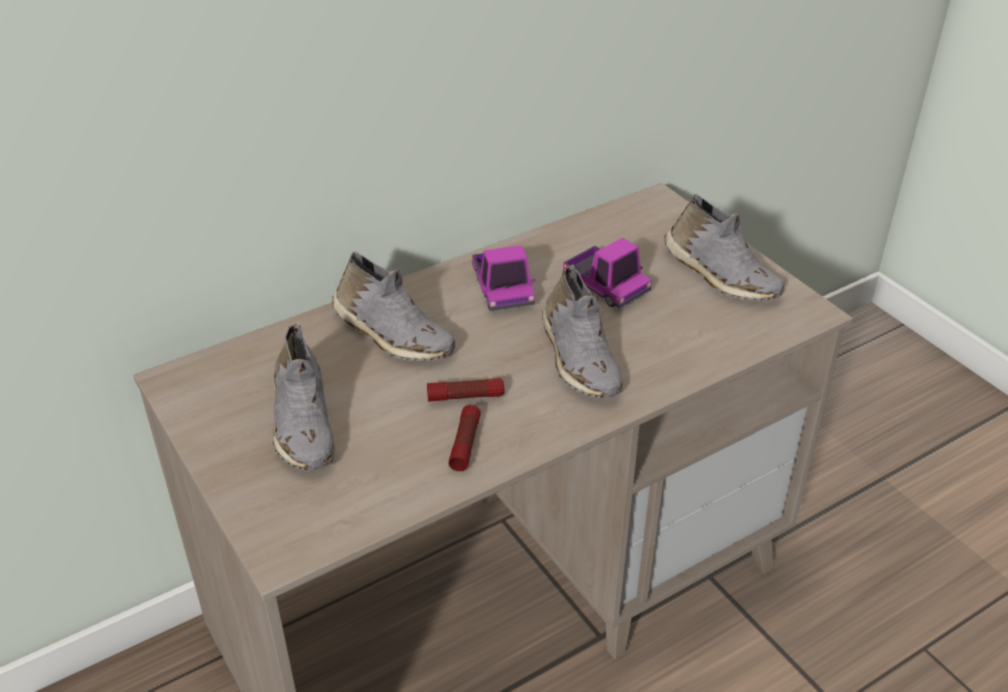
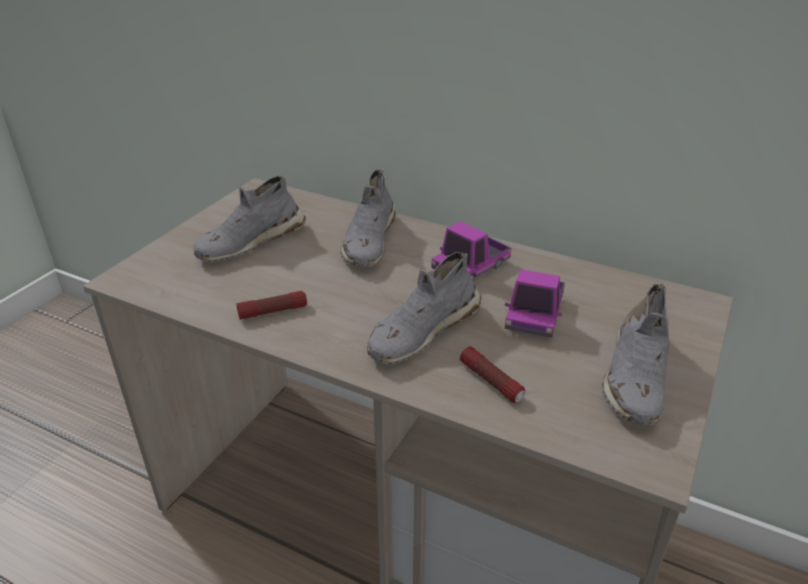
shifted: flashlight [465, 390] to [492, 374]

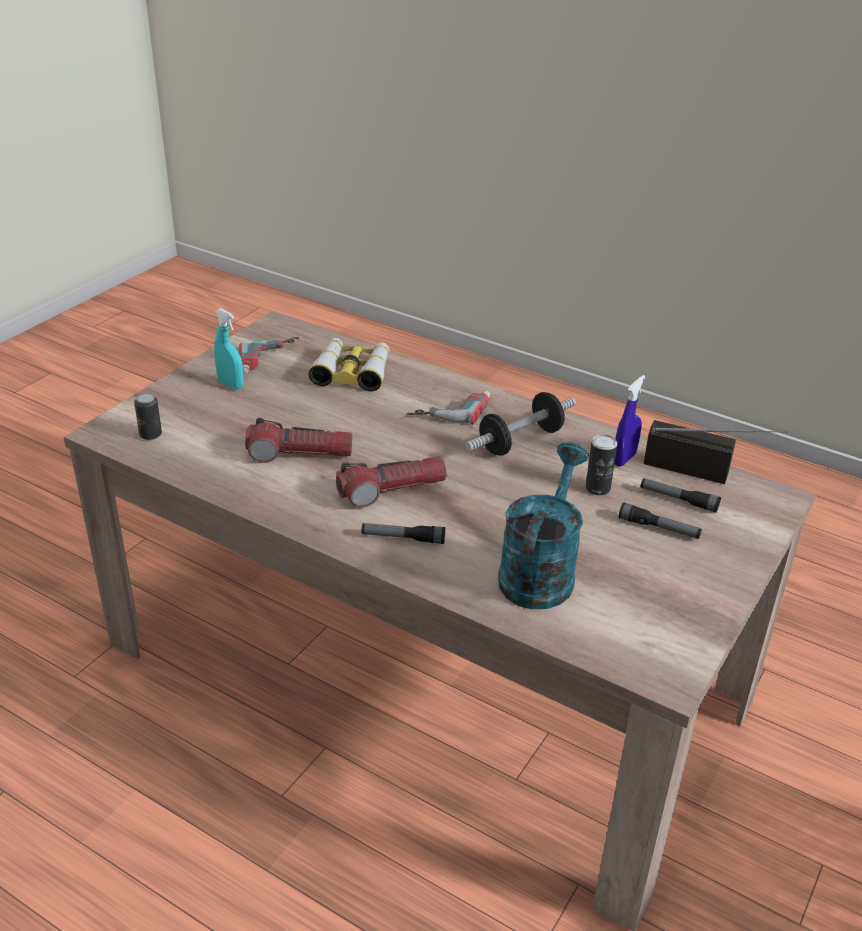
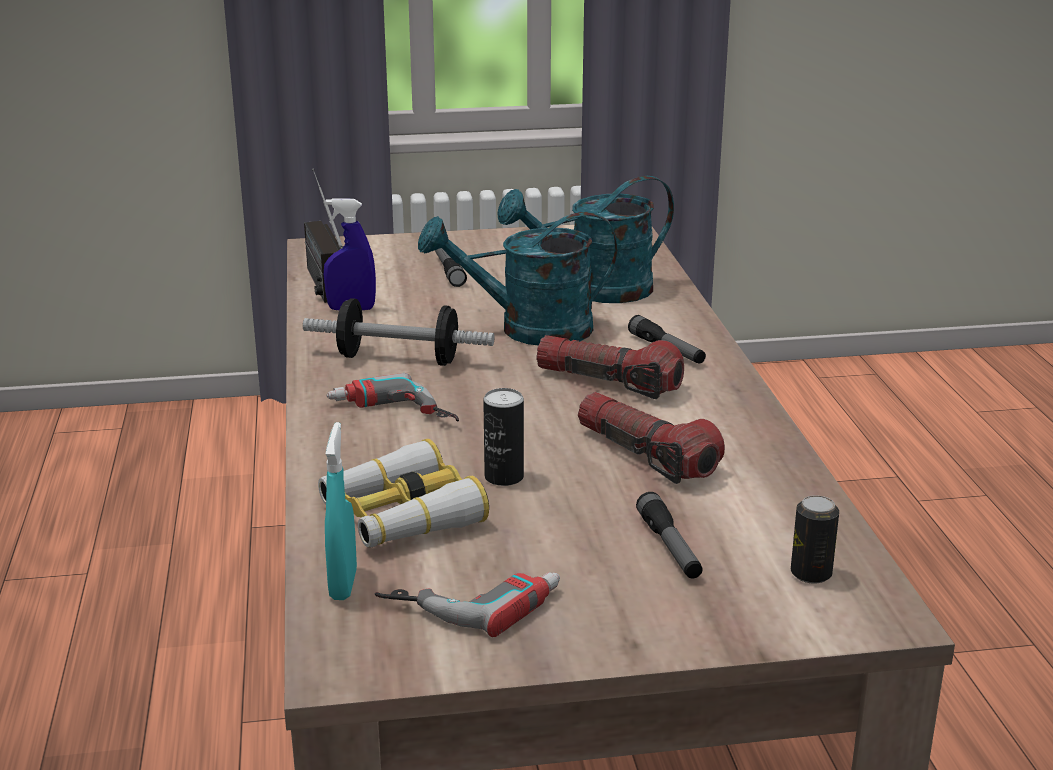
new: turquoise watering can [518, 278]
shifted: turquoise spray bottle [229, 349] to [341, 511]; can [601, 464] to [503, 437]; flashlight [680, 495] to [669, 535]

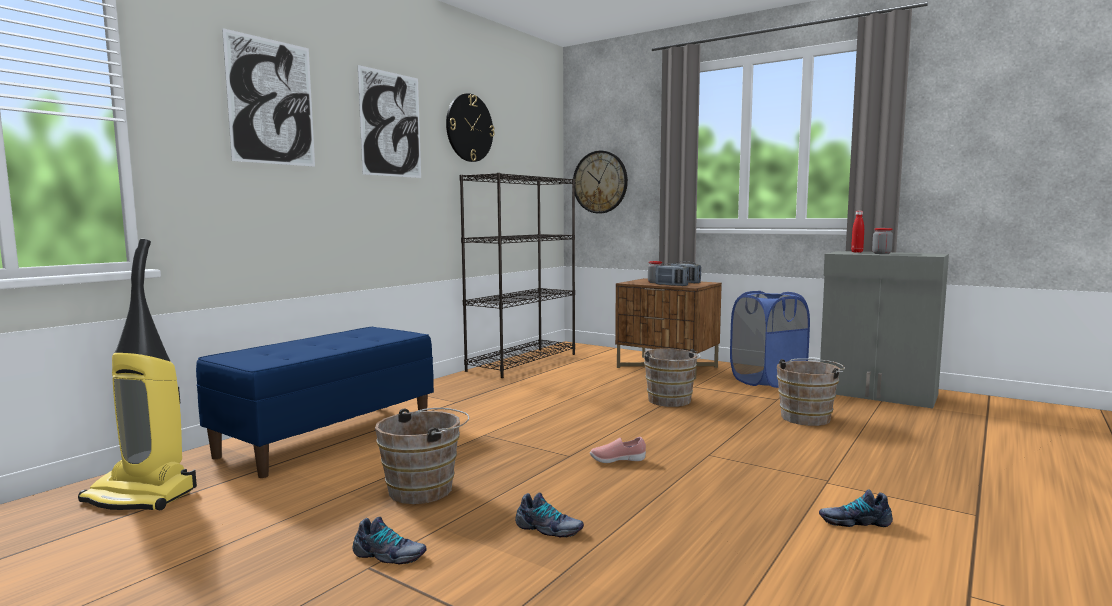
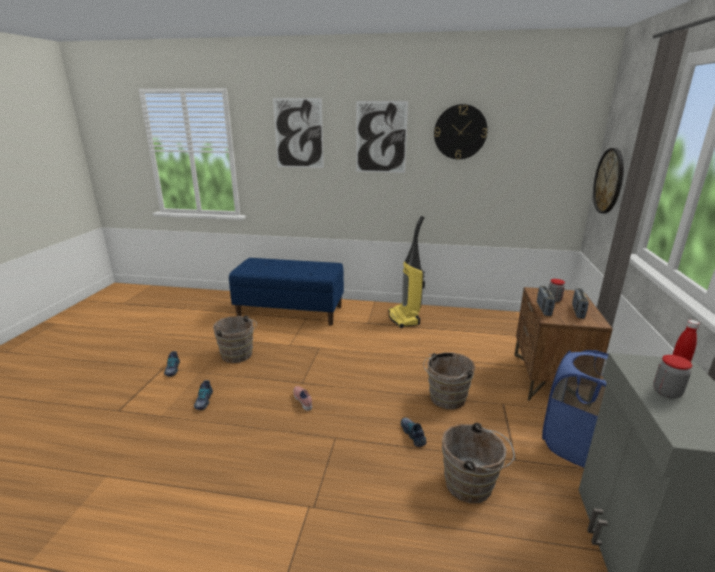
gone: black bookcase [517, 275]
shifted: vacuum cleaner [137, 374] to [406, 272]; shoe [856, 508] to [413, 432]

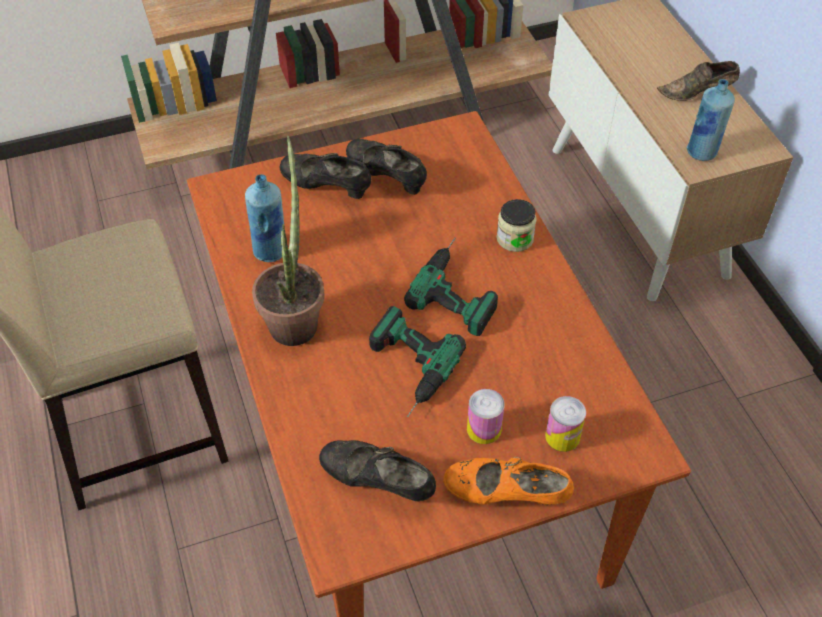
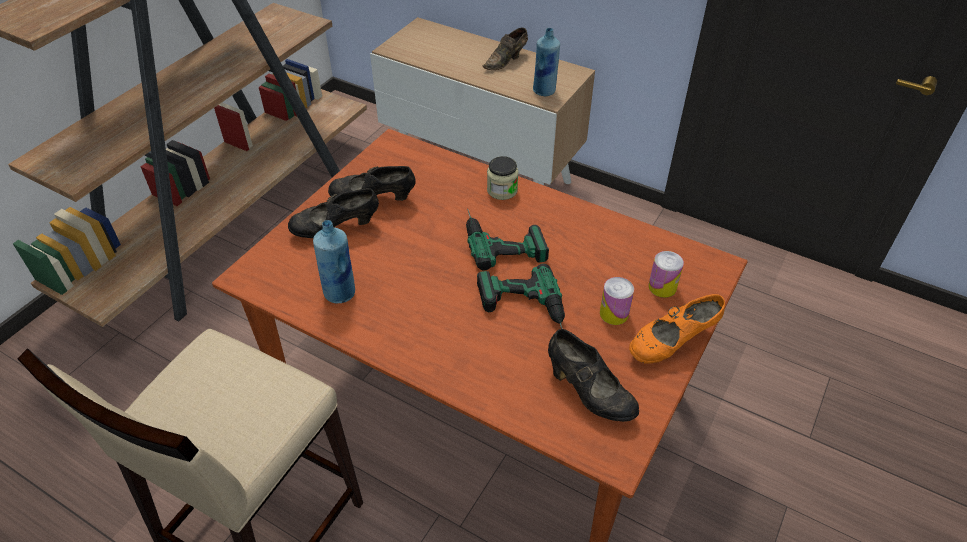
gone: potted plant [288, 241]
rotated: black shoe [377, 470] = [593, 375] 120 degrees counterclockwise

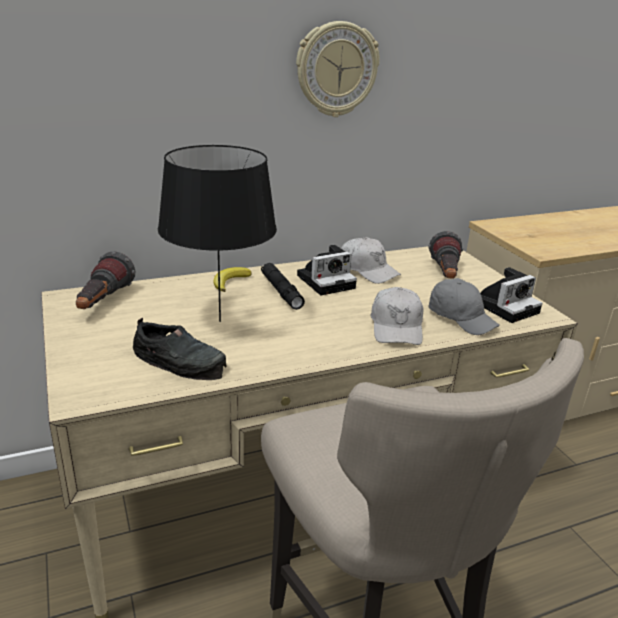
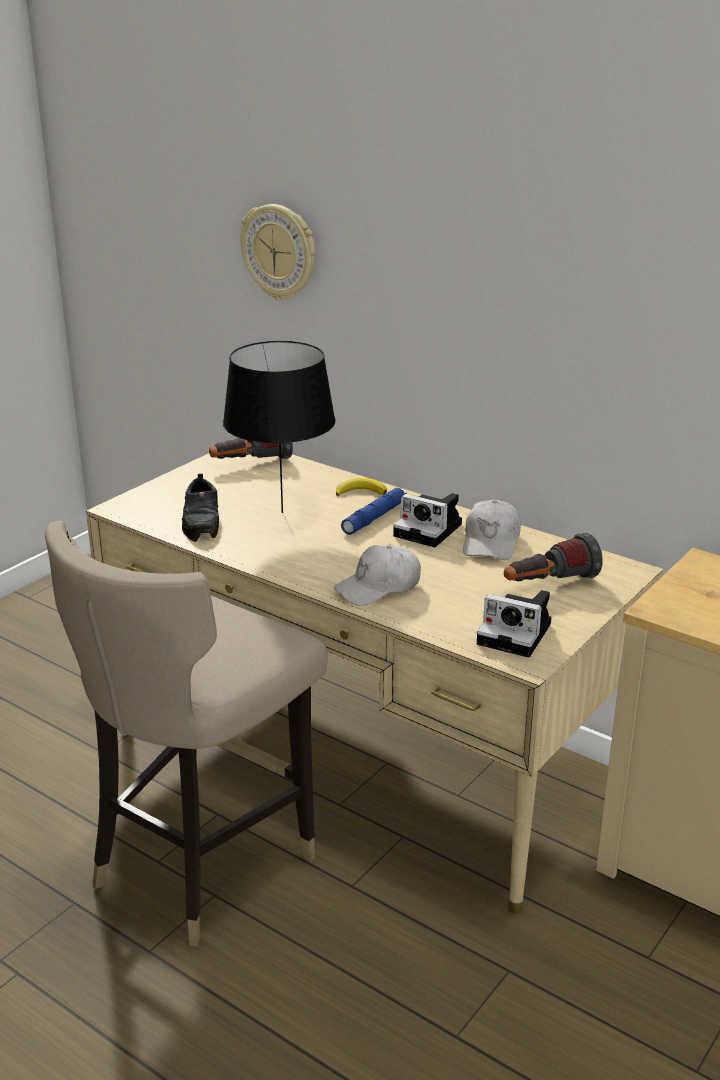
gone: grey cap [464, 306]
shifted: wall clock [338, 69] to [277, 252]
repainted: black flashlight [283, 286] to blue flashlight [374, 511]

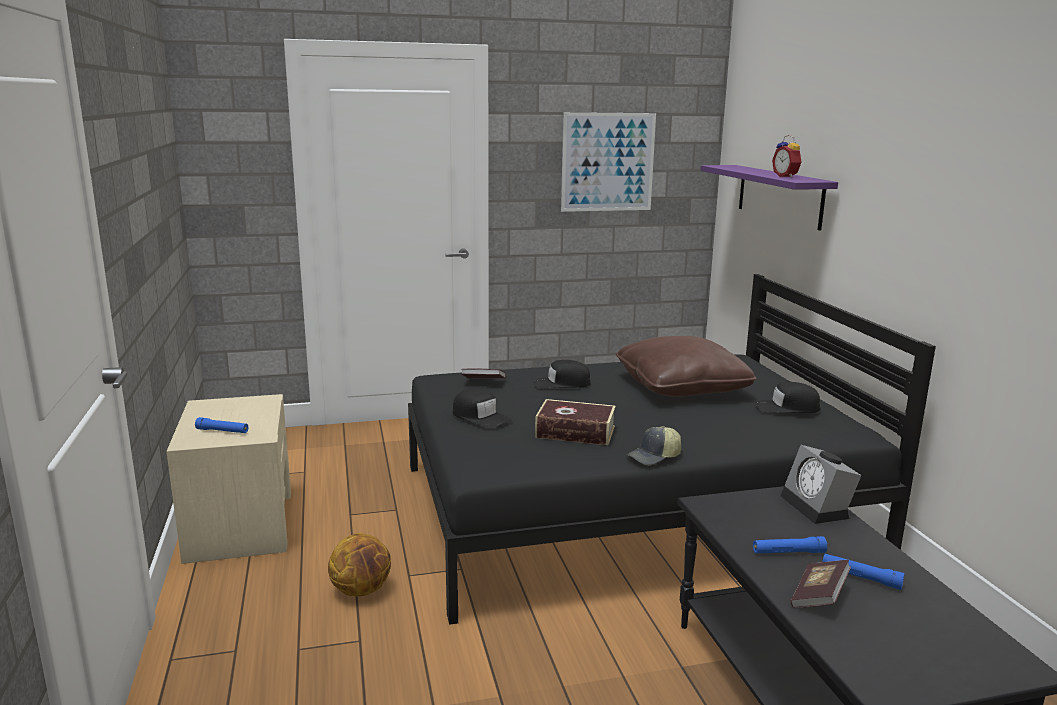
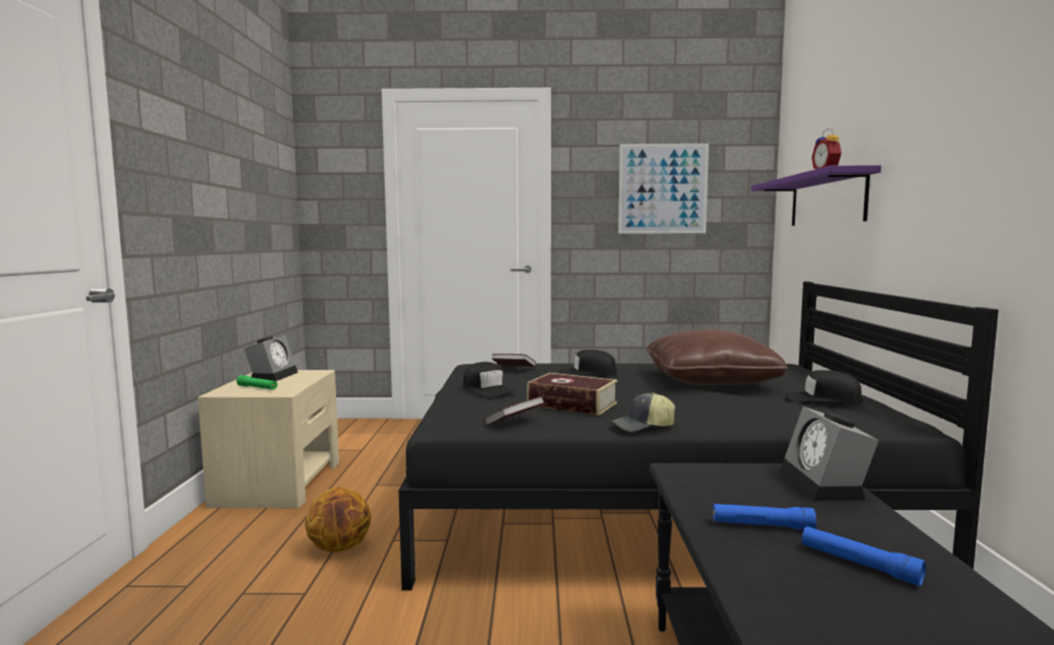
new: alarm clock [271, 358]
shifted: book [820, 584] to [514, 410]
repainted: blue flashlight [222, 425] to green flashlight [257, 382]

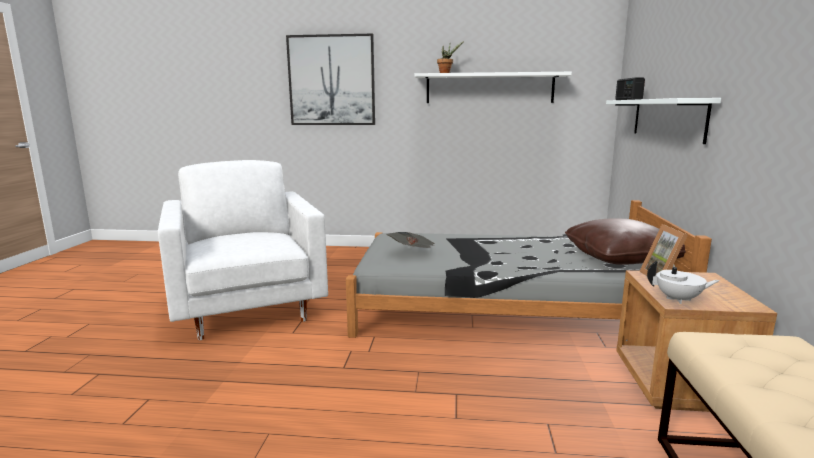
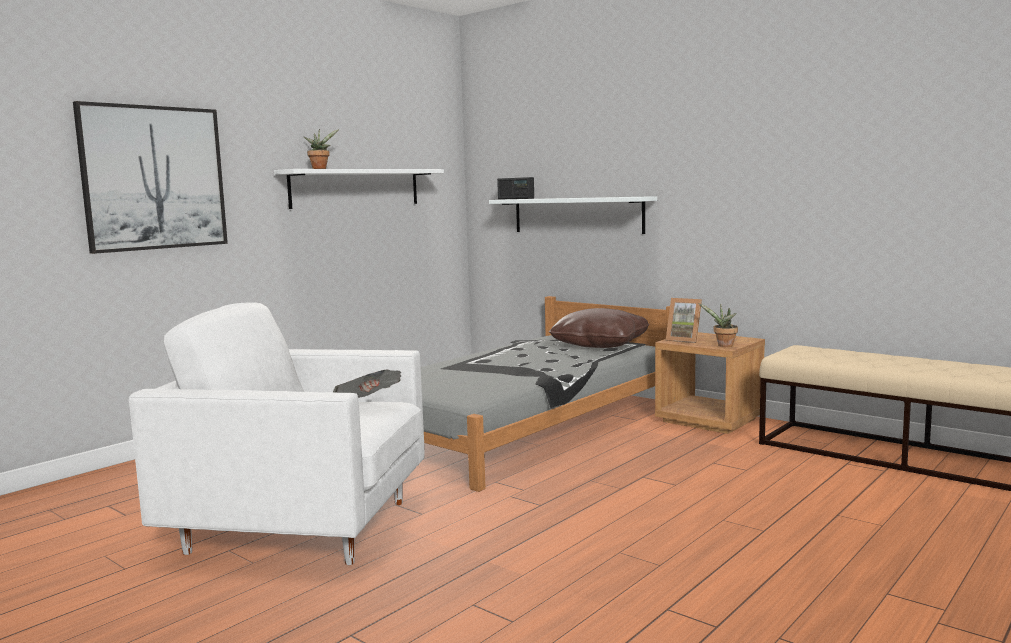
shifted: newspaper [410, 240] to [367, 384]
swapped: white teapot [683, 282] to potted plant [718, 325]

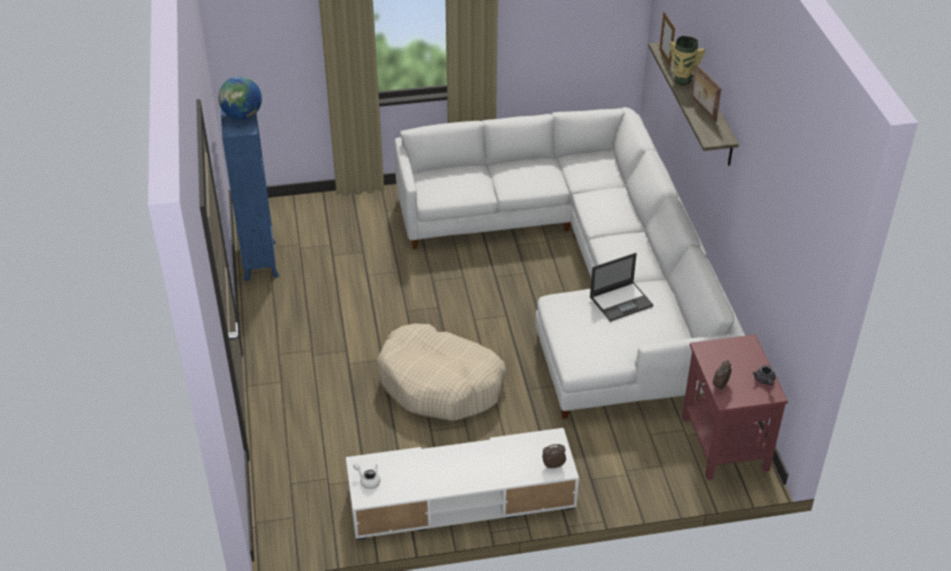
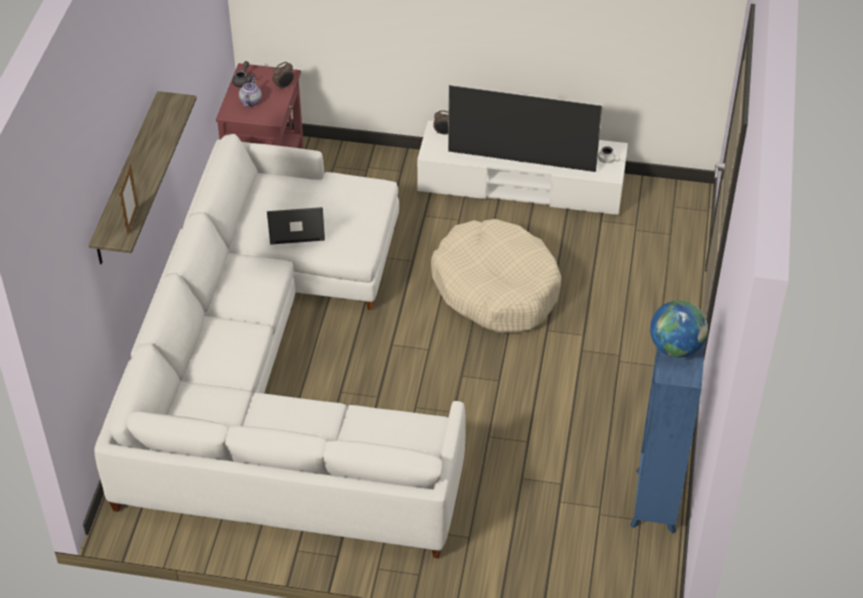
gone: vase [687, 60]; picture frame [706, 92]
new: teapot [250, 92]; television [525, 128]

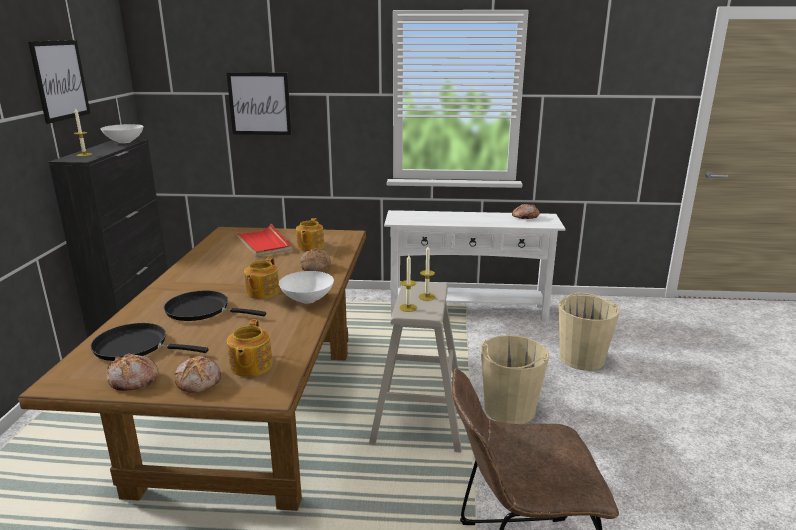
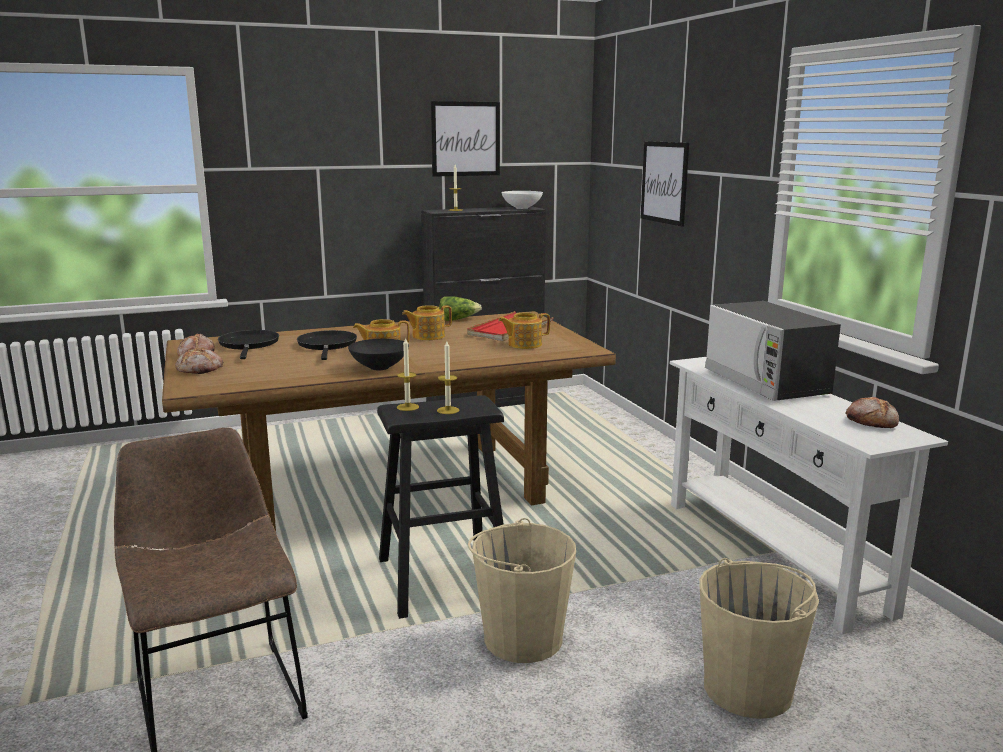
gone: bread [315, 260]
new: lettuce [460, 308]; microwave [773, 351]
shifted: teapot [250, 348] to [427, 322]
repainted: white bowl [306, 287] to black bowl [378, 354]; beige stool [415, 367] to black stool [440, 507]

